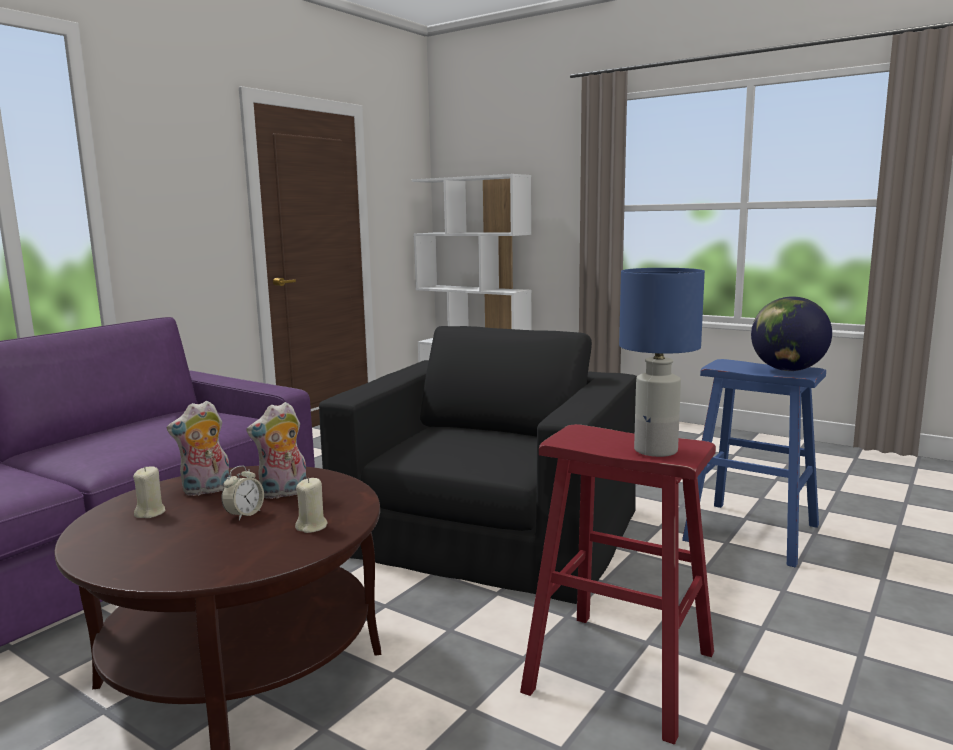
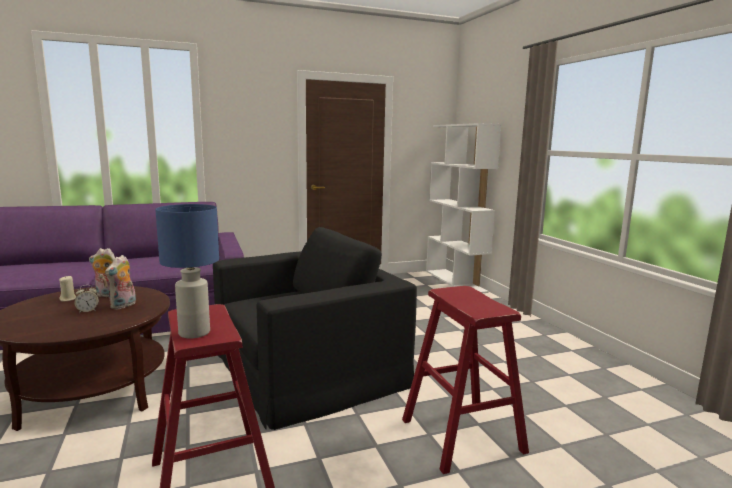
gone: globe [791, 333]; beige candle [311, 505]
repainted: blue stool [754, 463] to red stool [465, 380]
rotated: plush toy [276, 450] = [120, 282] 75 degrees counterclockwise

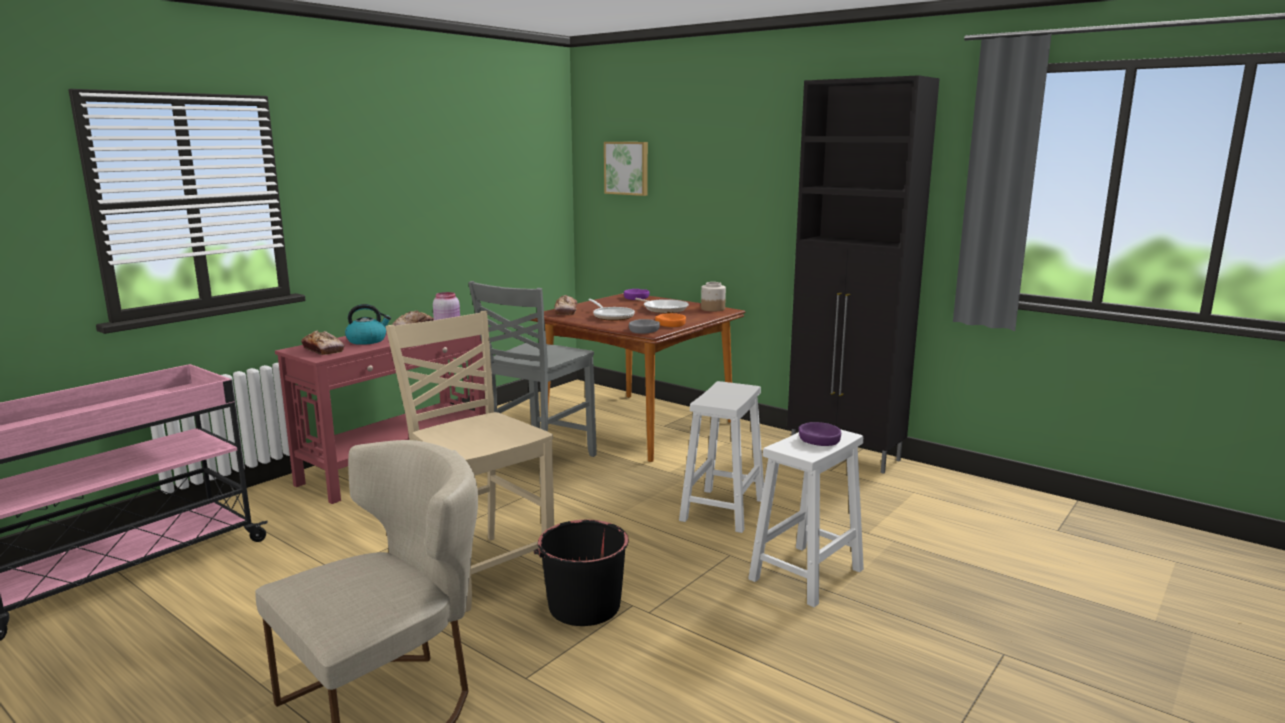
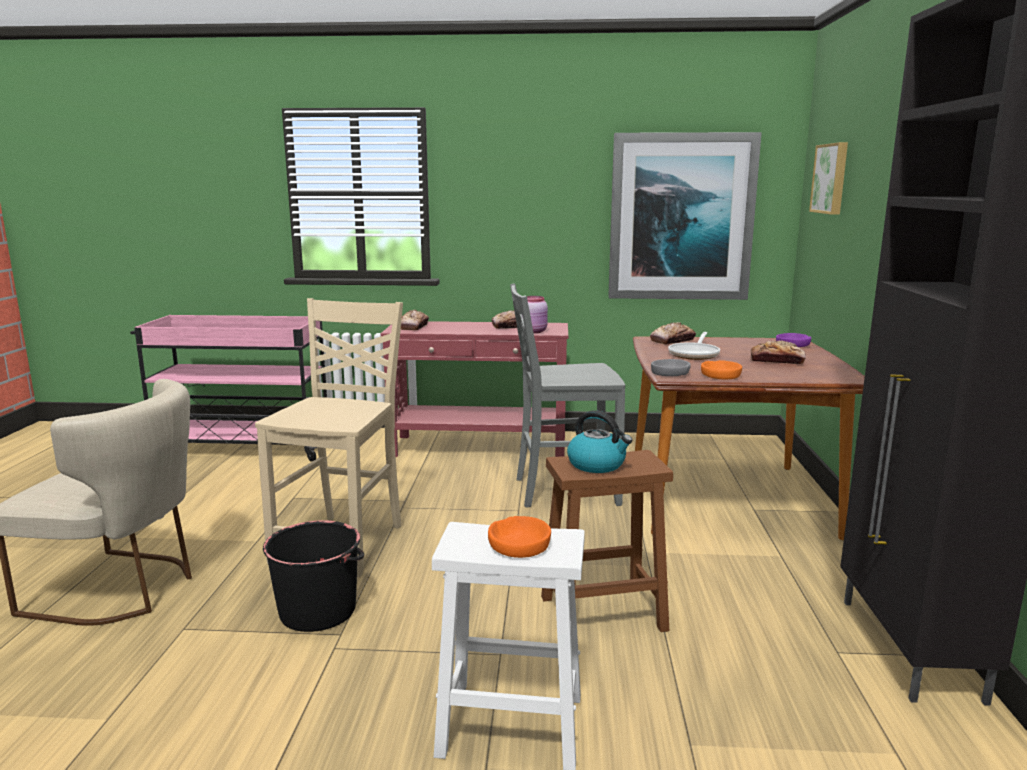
gone: jar [713, 296]
new: picture [685, 216]
shifted: kettle [368, 324] to [599, 441]
swapped: frying pan [662, 305] to bread [778, 352]
repainted: white stool [721, 457] to brown stool [607, 541]; purple bowl [820, 434] to orange bowl [519, 537]

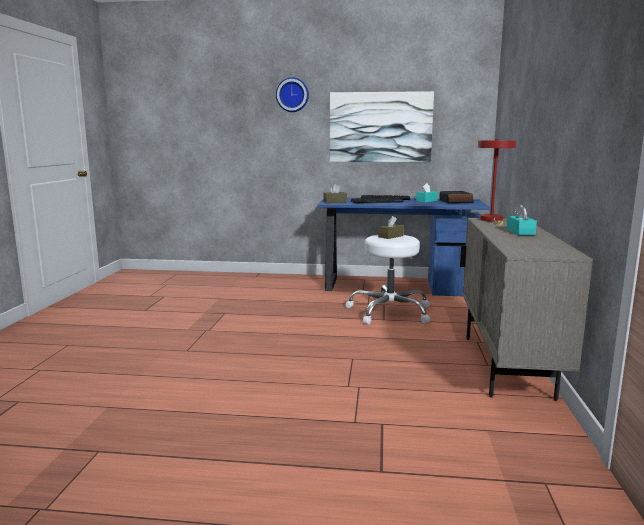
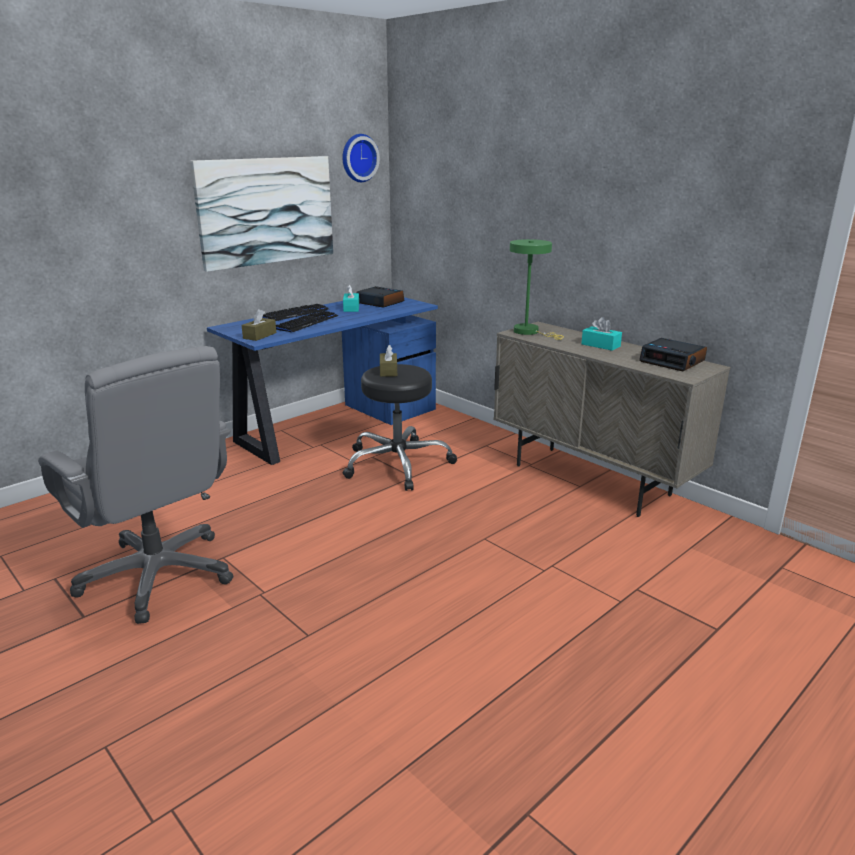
new: alarm clock [673, 354]; grey office chair [135, 485]
shifted: wall clock [292, 94] to [361, 158]
repainted: red table lamp [497, 182] to green table lamp [537, 289]; white stool [387, 280] to black stool [400, 427]

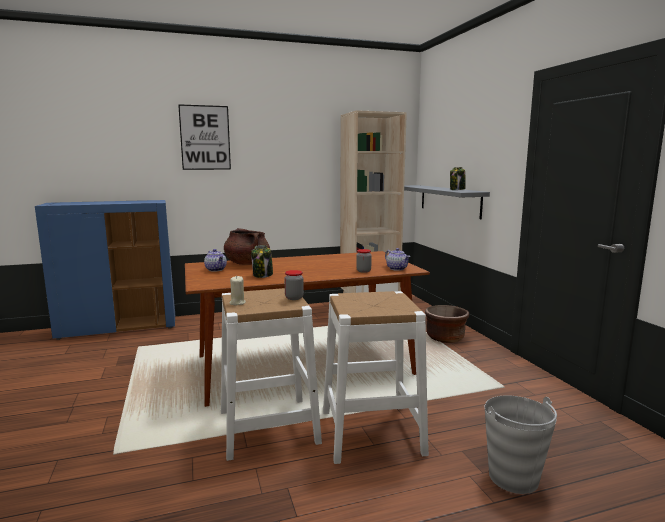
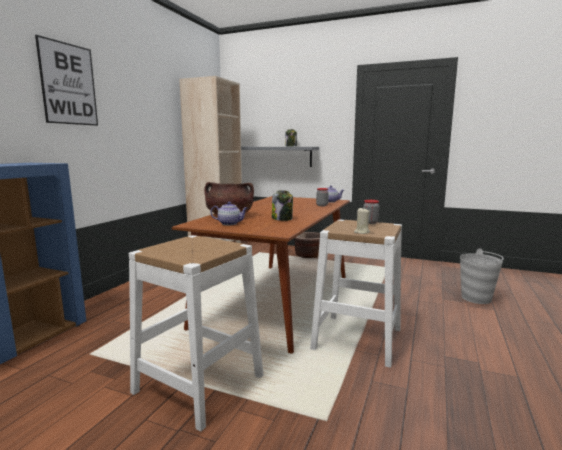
shifted: white stool [376, 377] to [196, 333]

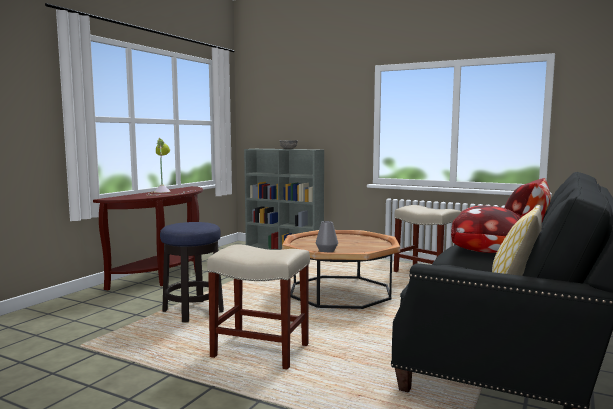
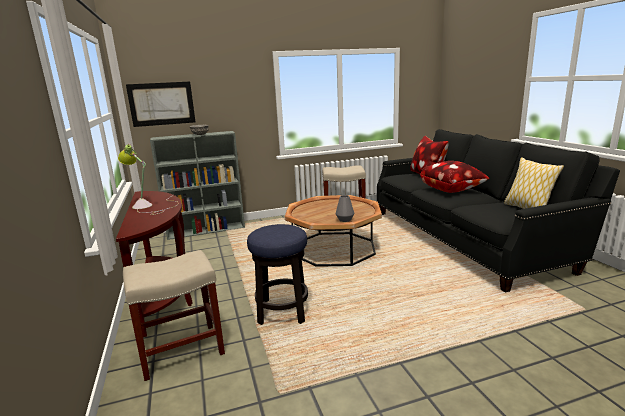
new: picture [161, 104]
shifted: beige stool [258, 307] to [174, 315]

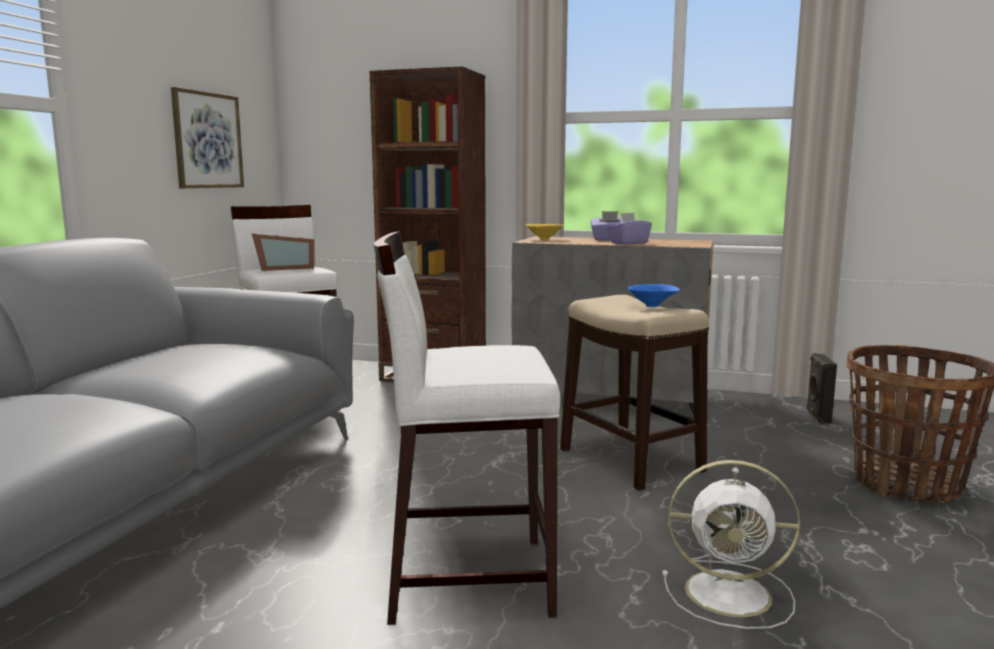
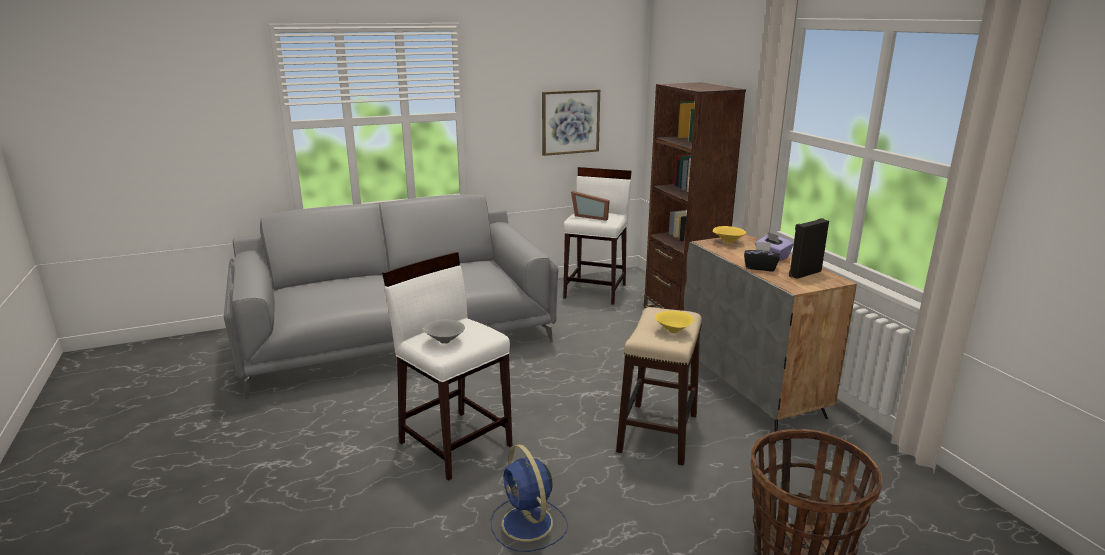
new: grey bowl [444, 331]
shifted: black speaker [821, 388] to [809, 248]
repainted: purple tissue box [629, 229] to black tissue box [762, 256]; blue bowl [653, 295] to yellow bowl [674, 322]; white fan [731, 544] to blue fan [529, 498]

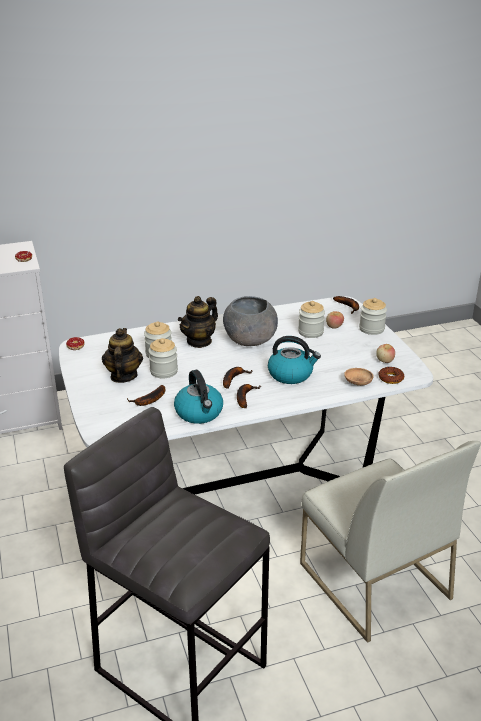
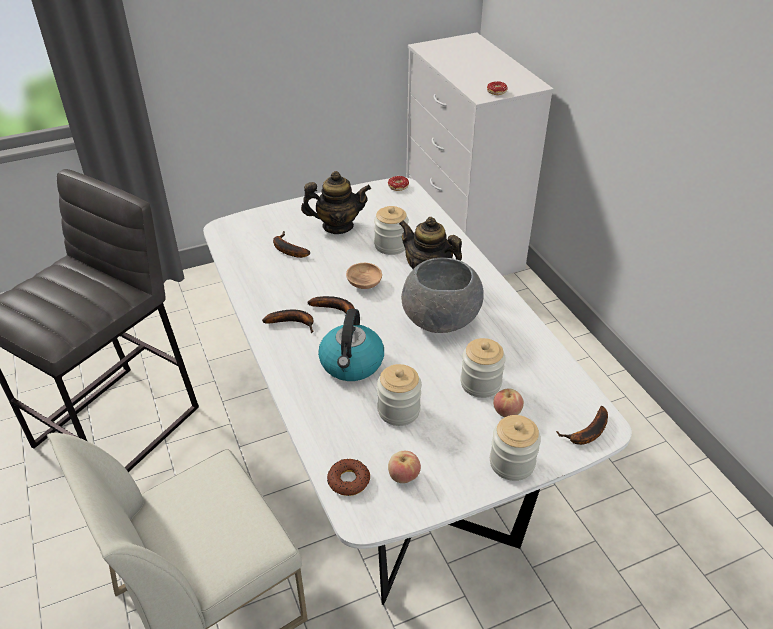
gone: kettle [198, 397]
shifted: jar [163, 358] to [399, 395]; brown bowl [359, 377] to [364, 276]

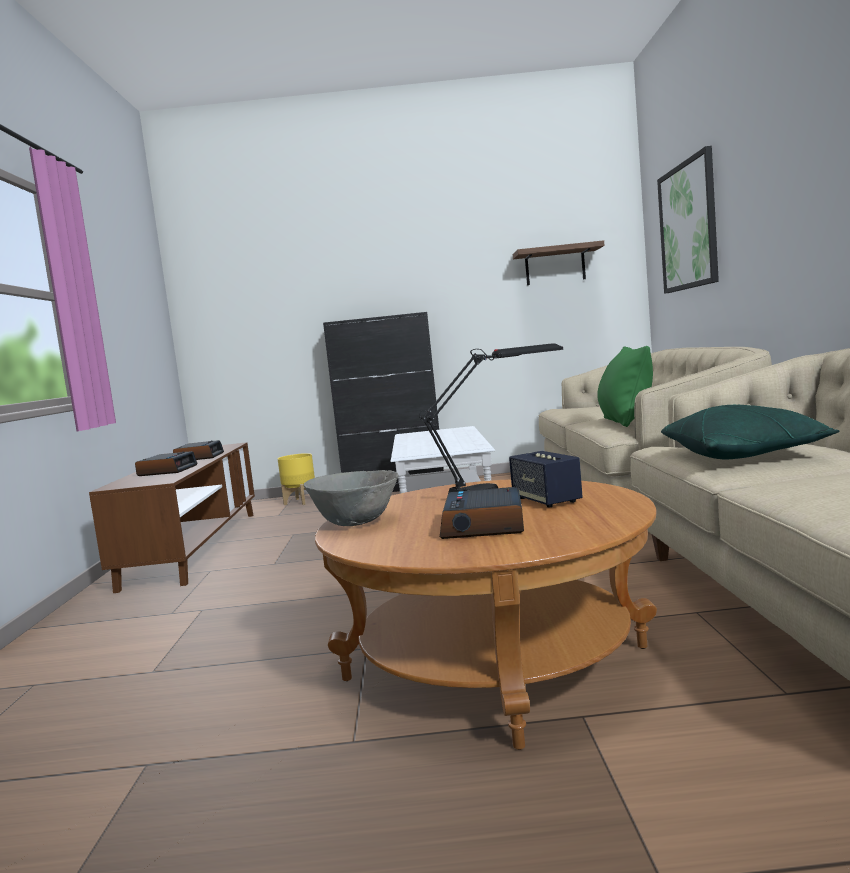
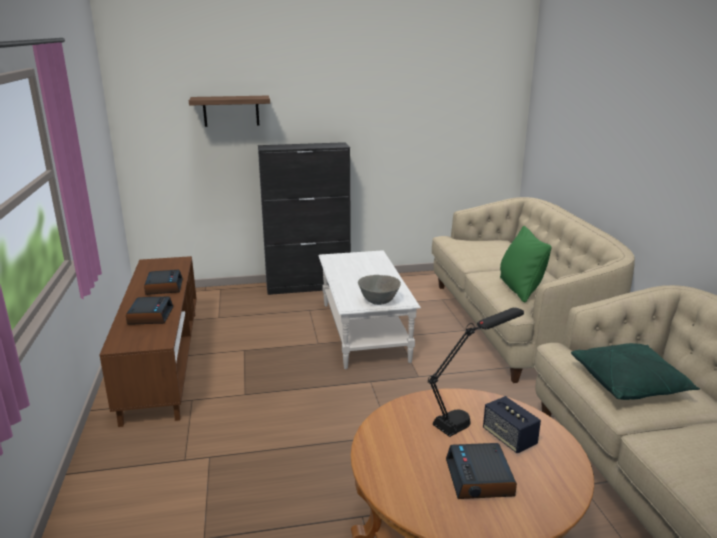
gone: picture [688, 220]; yellow planter [296, 479]
shifted: shelf [559, 262] to [229, 111]; grey bowl [351, 498] to [379, 290]

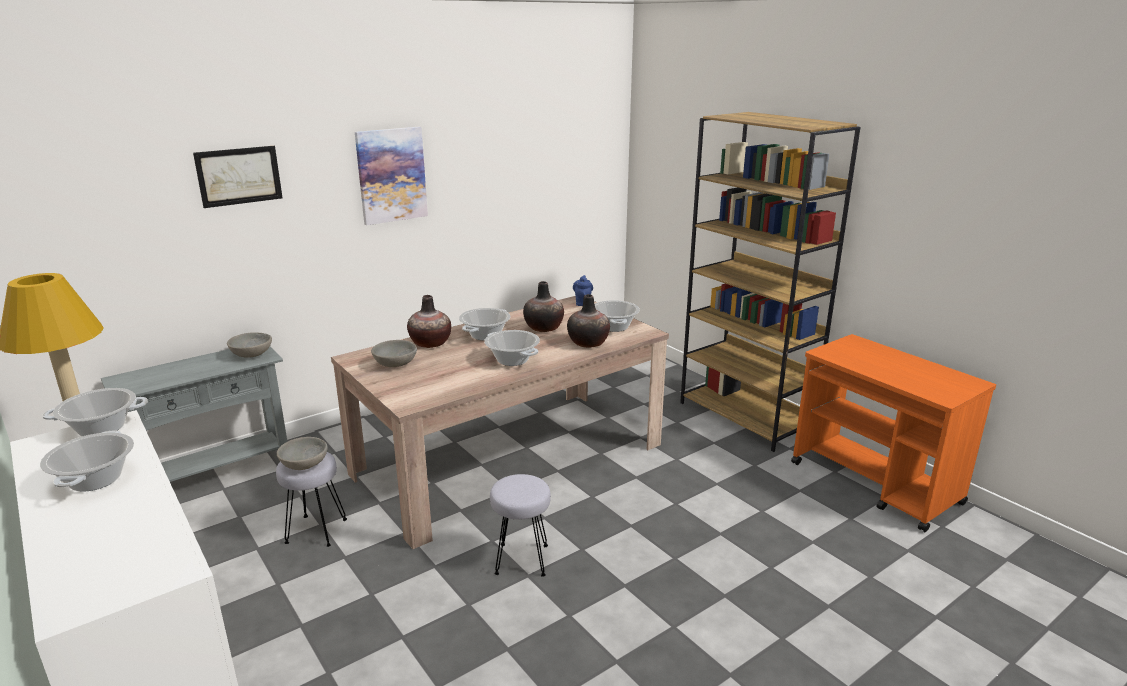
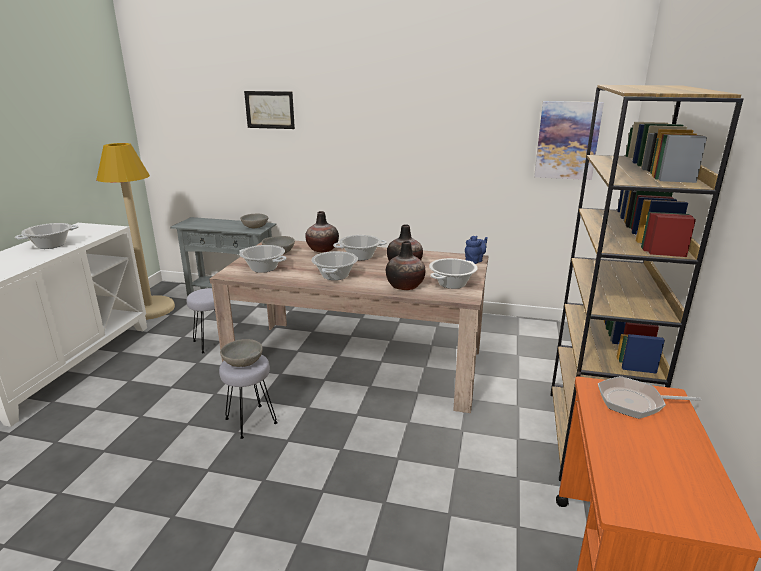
new: frying pan [649, 397]
shifted: picture [391, 176] to [569, 140]; cooking pot [95, 412] to [263, 259]; grey bowl [302, 453] to [241, 353]

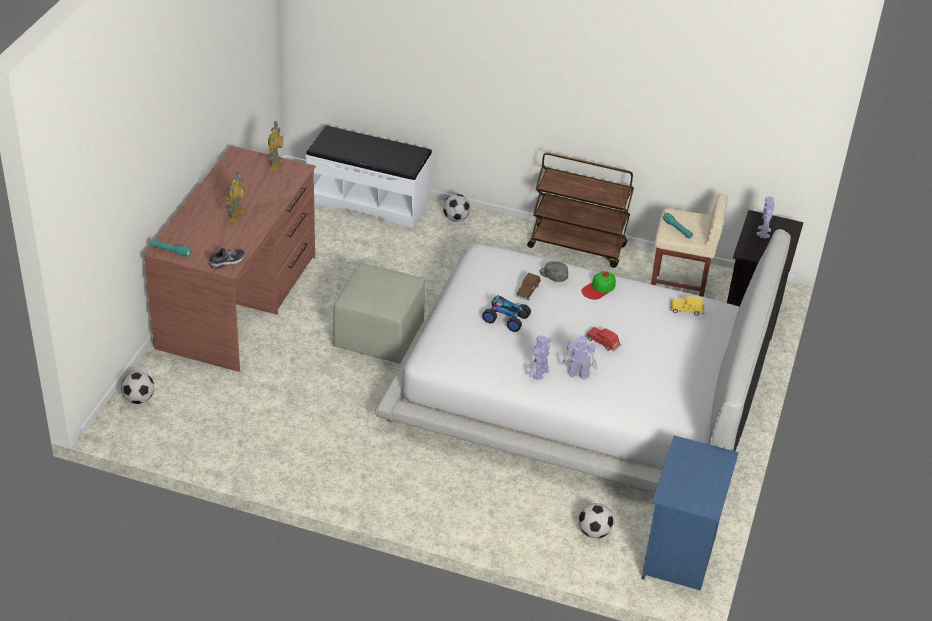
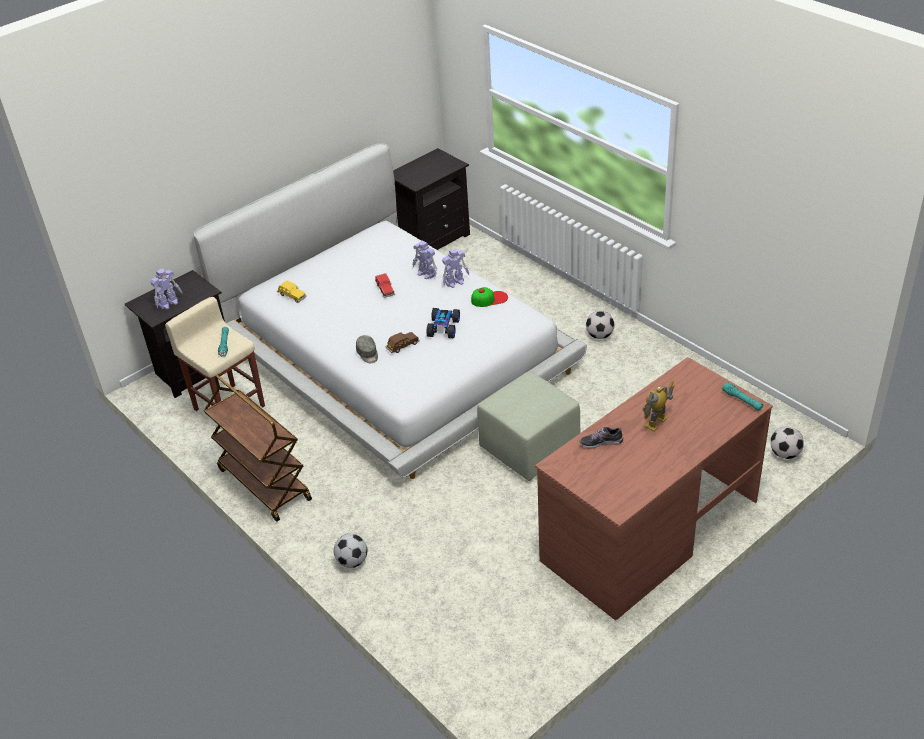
gone: toy robot [275, 146]; white bench [369, 176]
shifted: shoe [227, 258] to [601, 437]; cap [598, 285] to [489, 297]; football [596, 520] to [600, 325]
repainted: blue nightstand [690, 513] to black nightstand [431, 199]
rotated: toy car [506, 314] = [443, 323] 45 degrees clockwise

